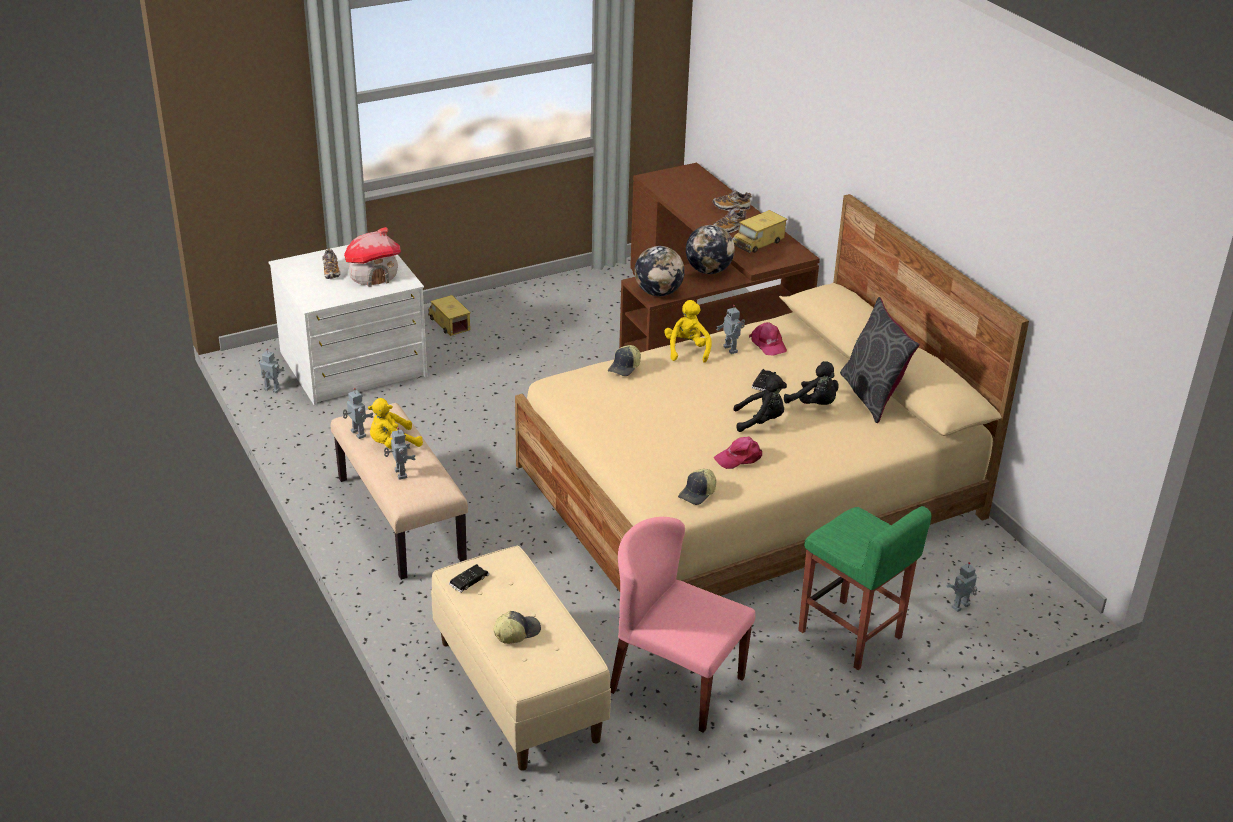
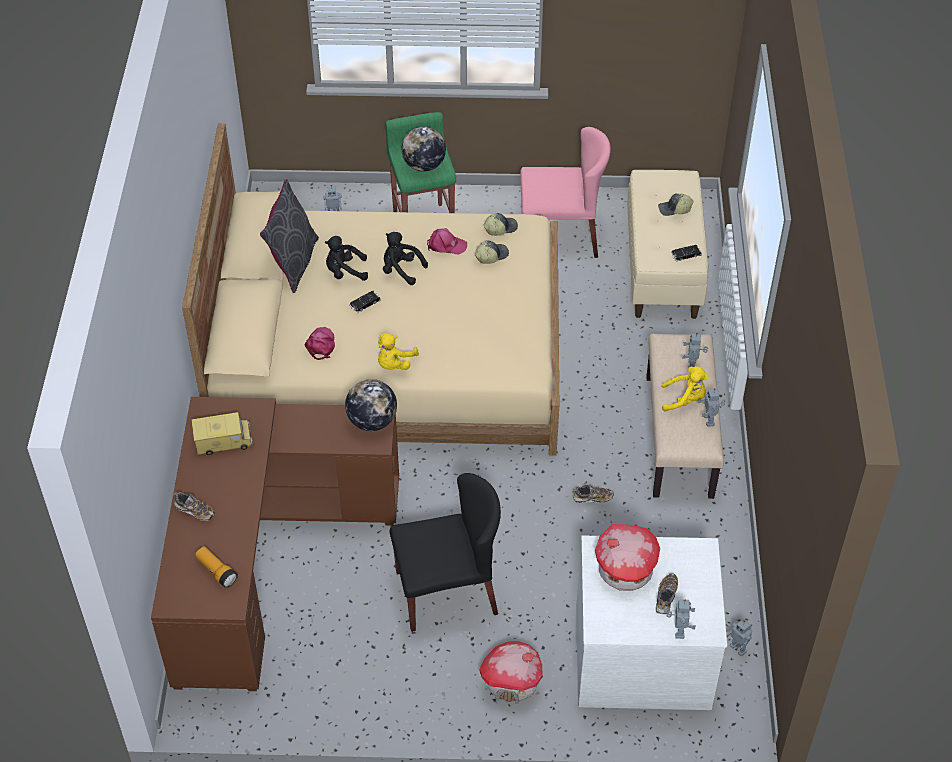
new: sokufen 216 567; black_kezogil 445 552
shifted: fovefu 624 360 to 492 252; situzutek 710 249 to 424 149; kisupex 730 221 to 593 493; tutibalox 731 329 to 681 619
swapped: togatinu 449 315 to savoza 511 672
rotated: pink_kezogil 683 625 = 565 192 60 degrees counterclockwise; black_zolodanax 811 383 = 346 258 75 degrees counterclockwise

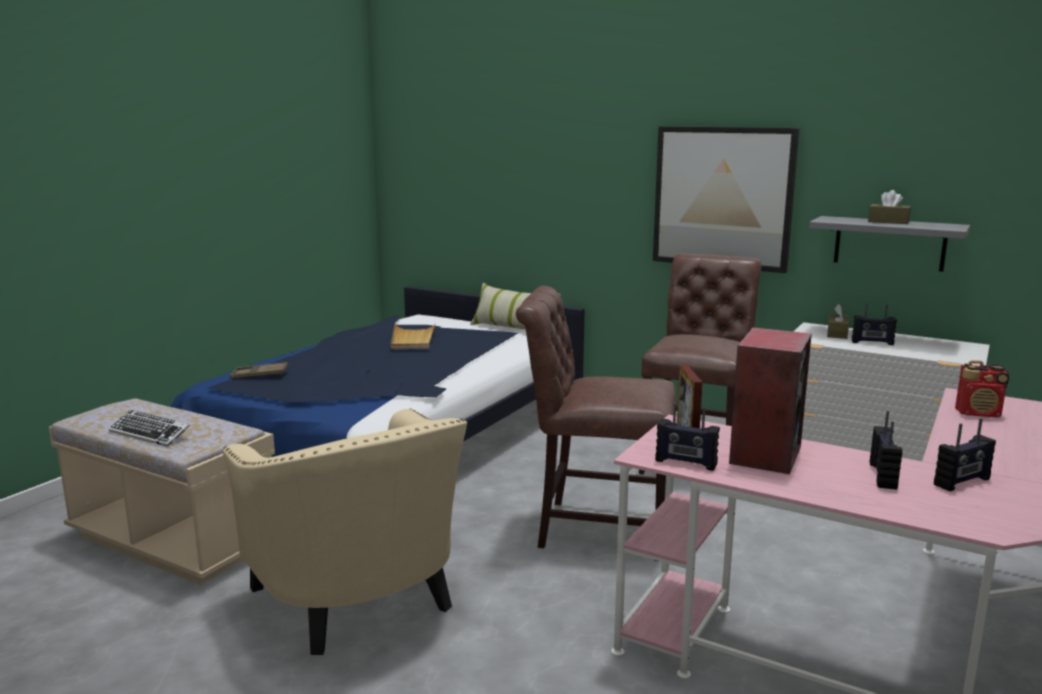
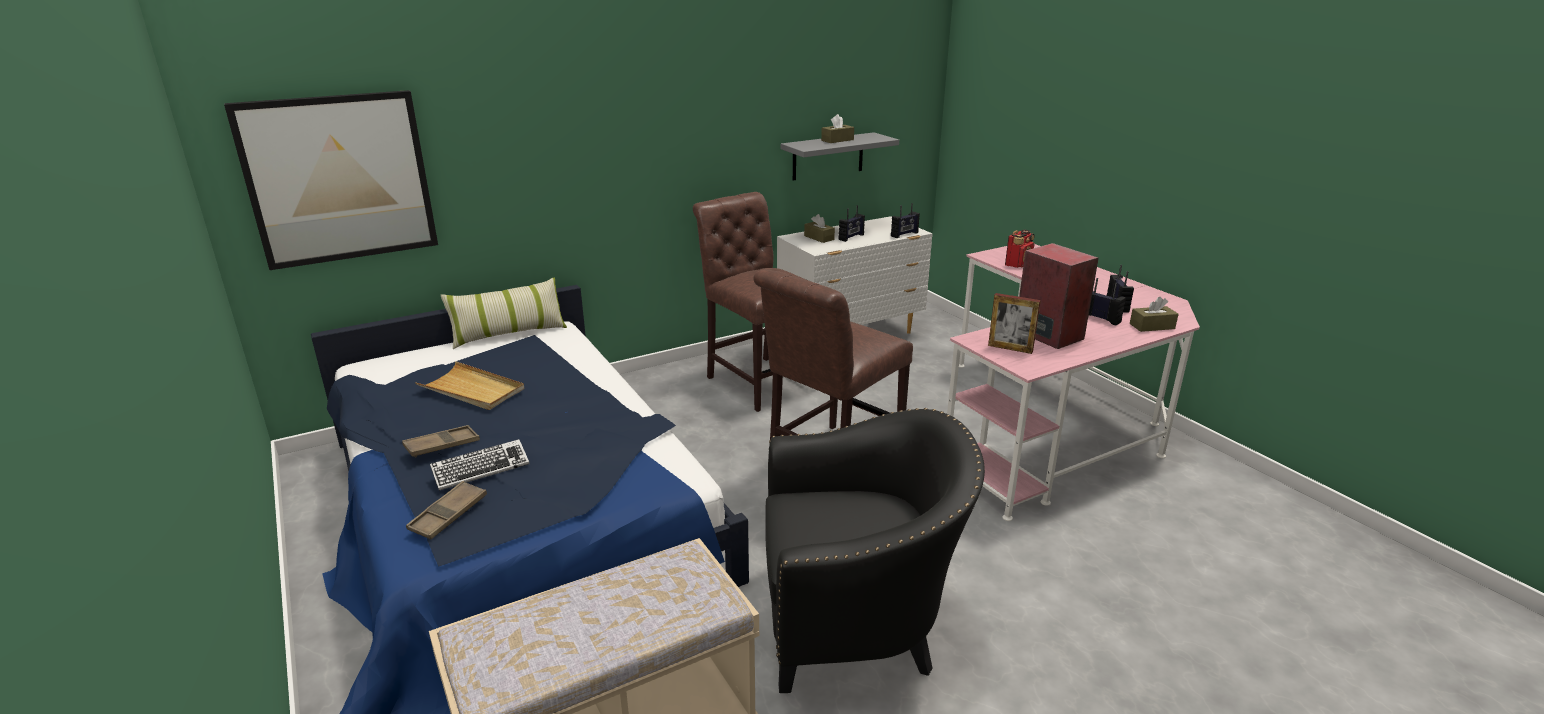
new: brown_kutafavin 441 441; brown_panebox 1154 314
shifted: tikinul 149 428 to 479 465; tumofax 726 199 to 331 180; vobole 687 437 to 905 220
repainted: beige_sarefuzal 345 531 to black_sarefuzal 875 550

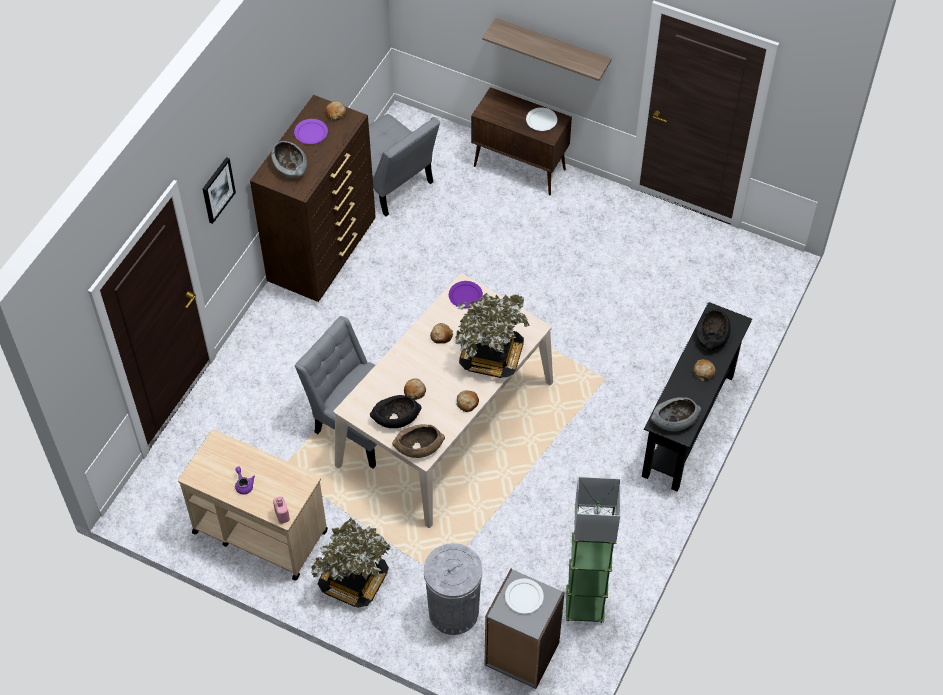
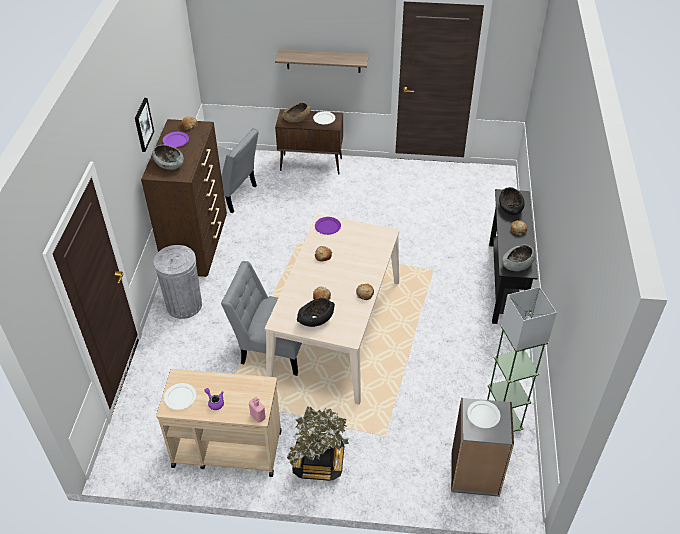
gone: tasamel 492 335
new: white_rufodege 180 396
shifted: tumofax 219 190 to 144 125; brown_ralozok 418 441 to 296 112; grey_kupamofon 453 589 to 177 282

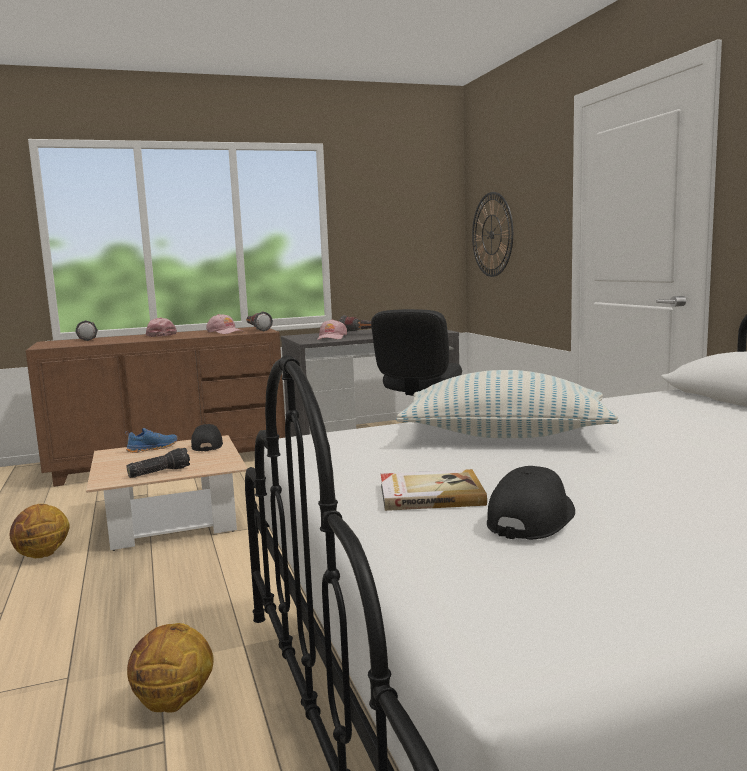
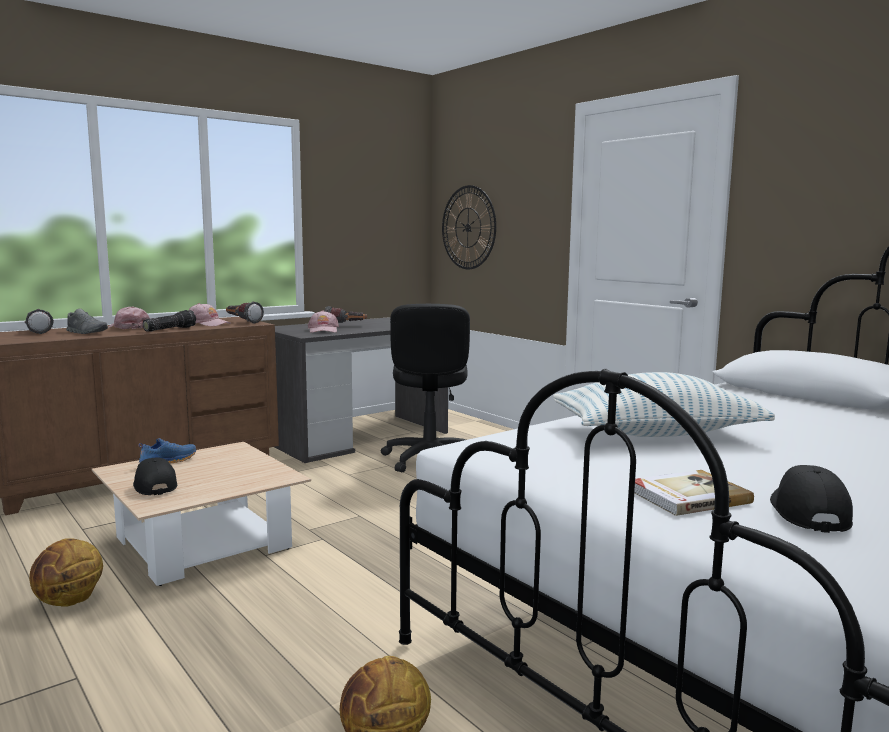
new: grey_kisupex 87 321
shifted: sokufen 158 463 to 169 321; black_fovefu 207 437 to 155 476

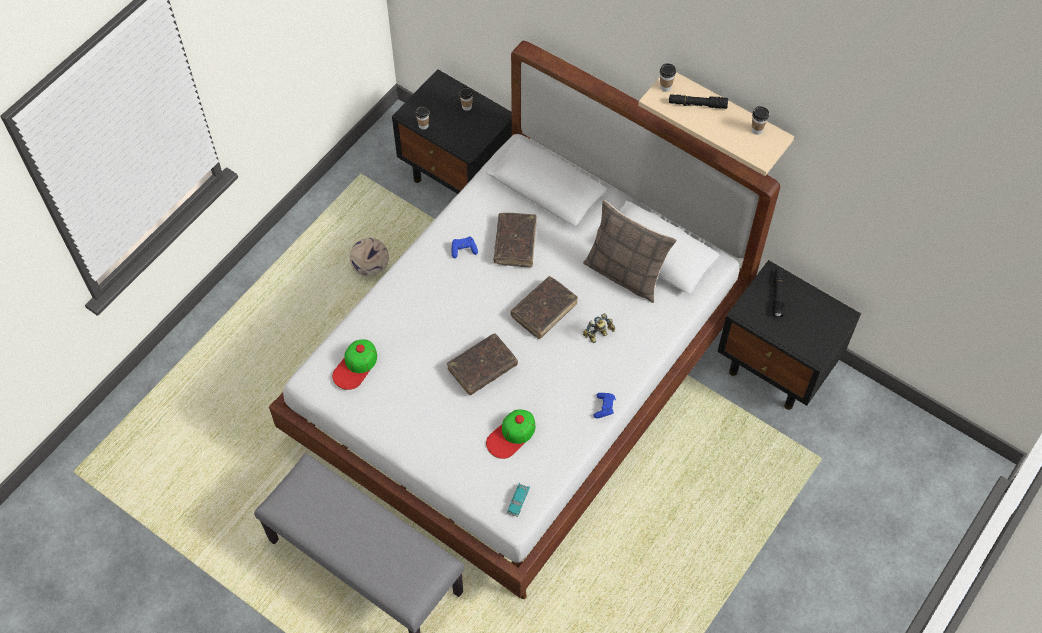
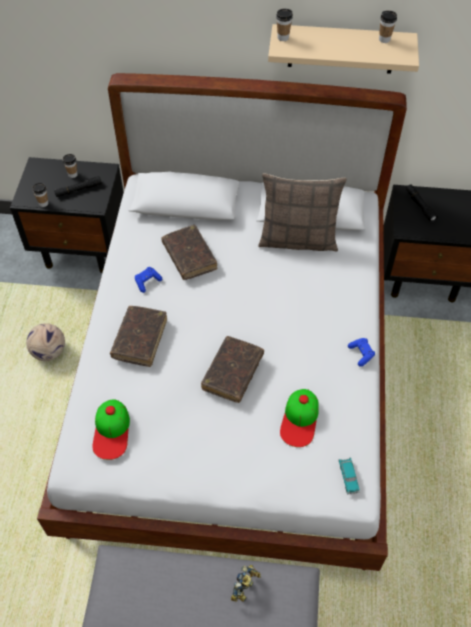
shifted: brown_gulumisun 544 307 to 138 336; tutibalox 599 328 to 246 583; black_sokufen 698 101 to 78 186

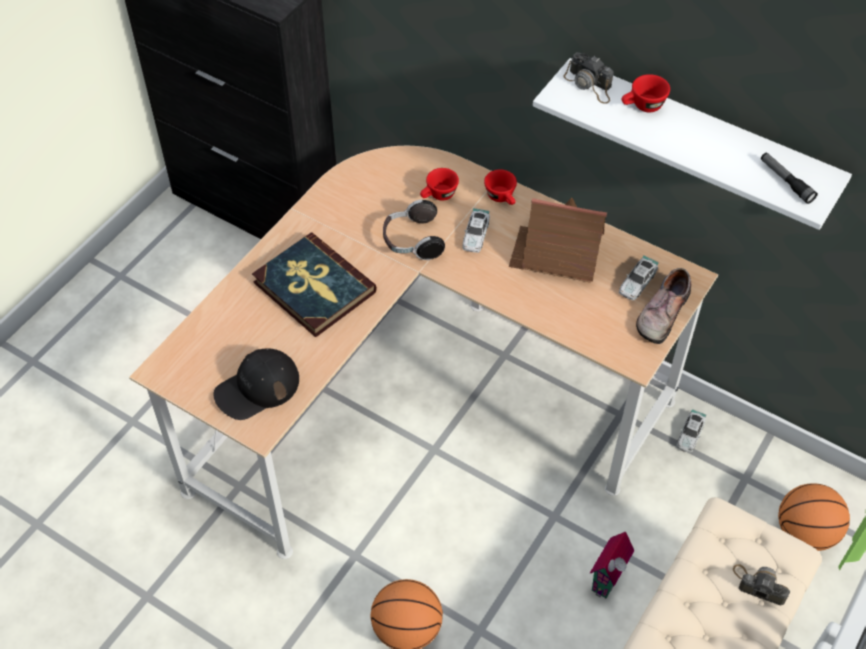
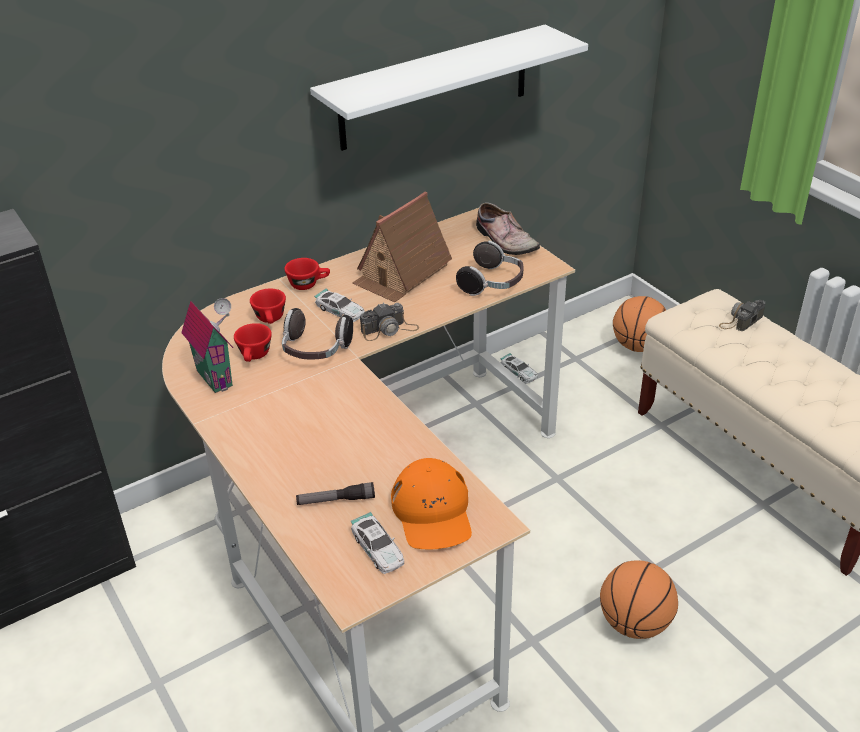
gone: gulumisun 314 285
new: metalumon 490 268
shifted: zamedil 589 78 to 389 321; savoza 612 565 to 207 345; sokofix 639 278 to 377 543; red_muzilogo 646 93 to 253 342; sokufen 789 178 to 335 493
repainted: black_fovefu 256 384 to orange_fovefu 431 503

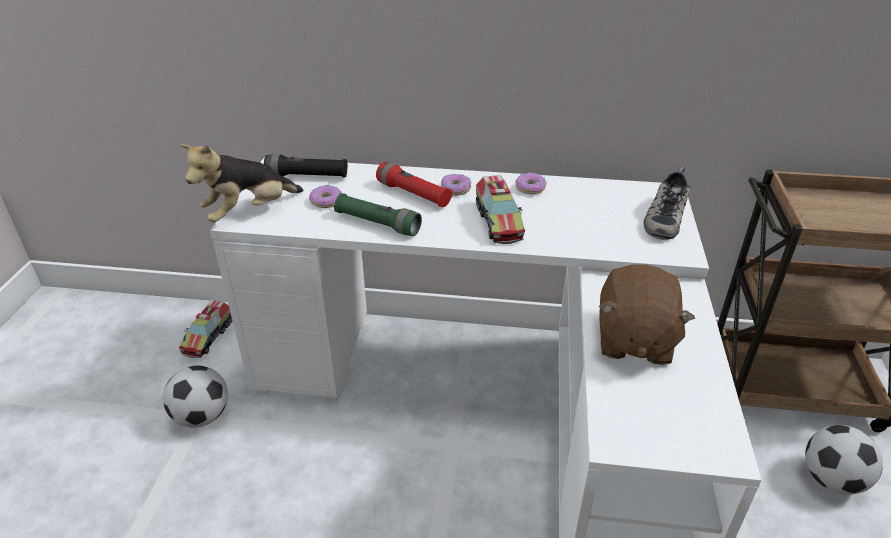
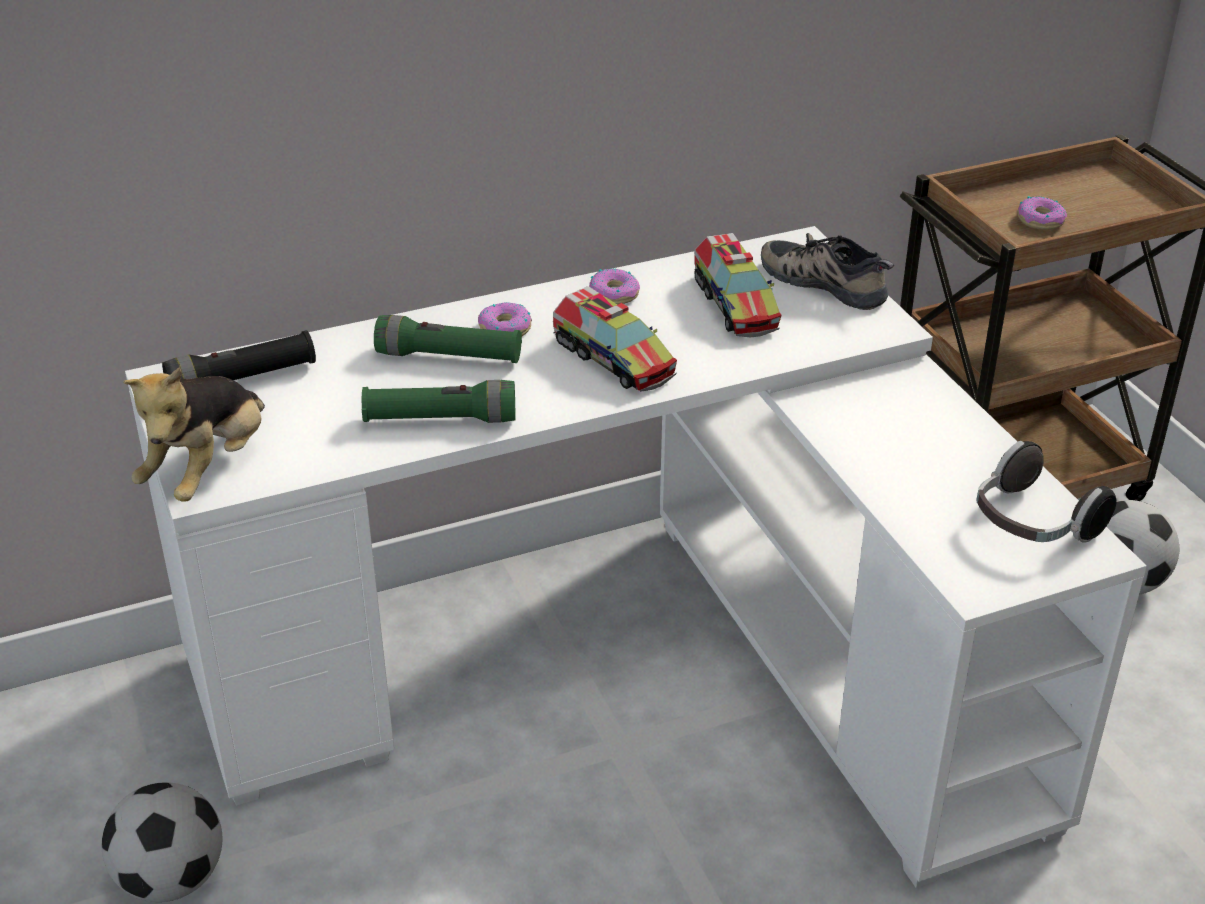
gone: brown_zolodanax 647 314
new: metalumon 1046 492
shifted: togatinu 205 329 to 737 285; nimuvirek 325 196 to 1042 212
repainted: red_sokufen 414 184 to green_sokufen 448 339
rotated: kisupex 667 203 = 827 271 135 degrees clockwise

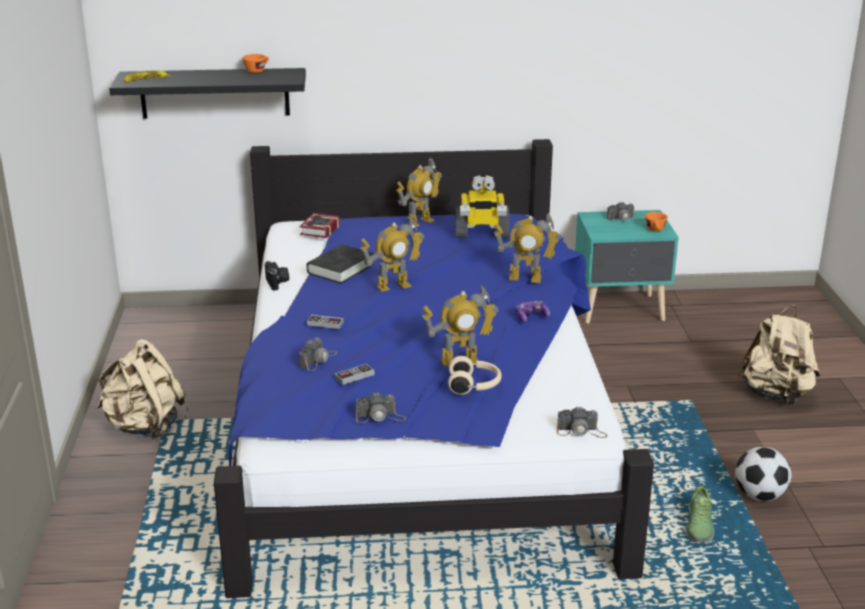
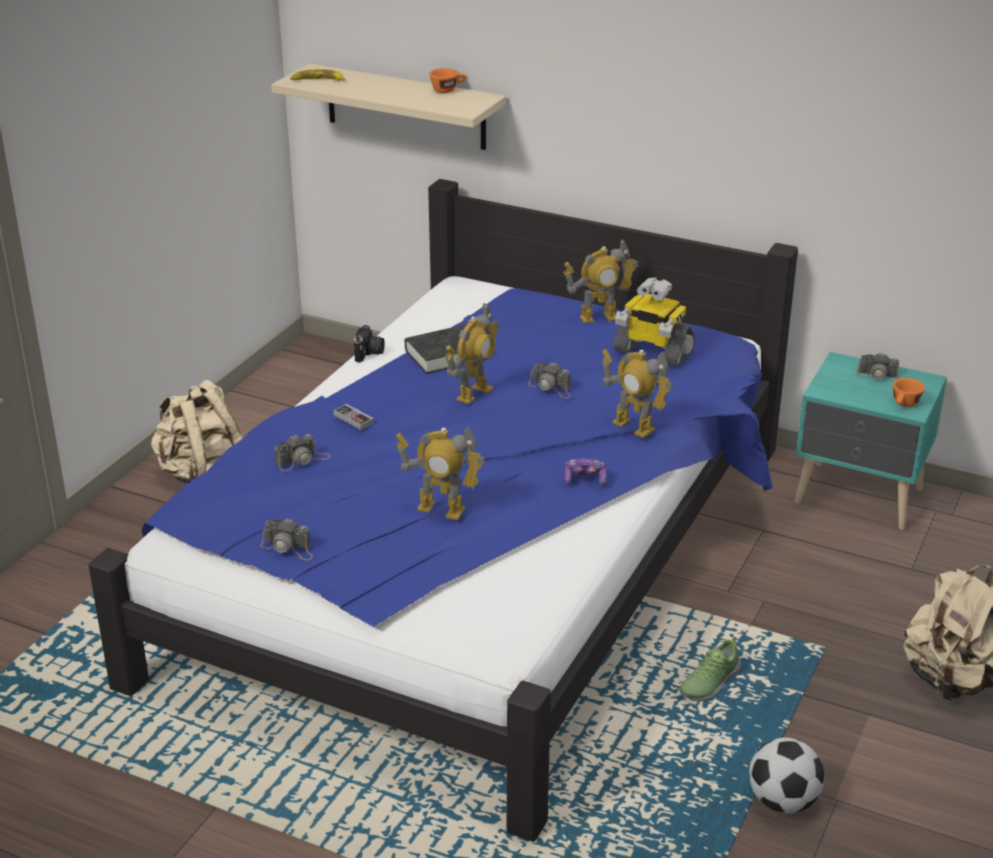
gone: gulumisun 319 225; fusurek 354 374; beige_metalumon 475 375
shifted: zamedil 582 422 to 549 380; kisupex 699 512 to 710 669
repainted: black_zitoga 207 93 to beige_zitoga 388 107
rotated: tutibalox 392 253 = 472 353 60 degrees counterclockwise

